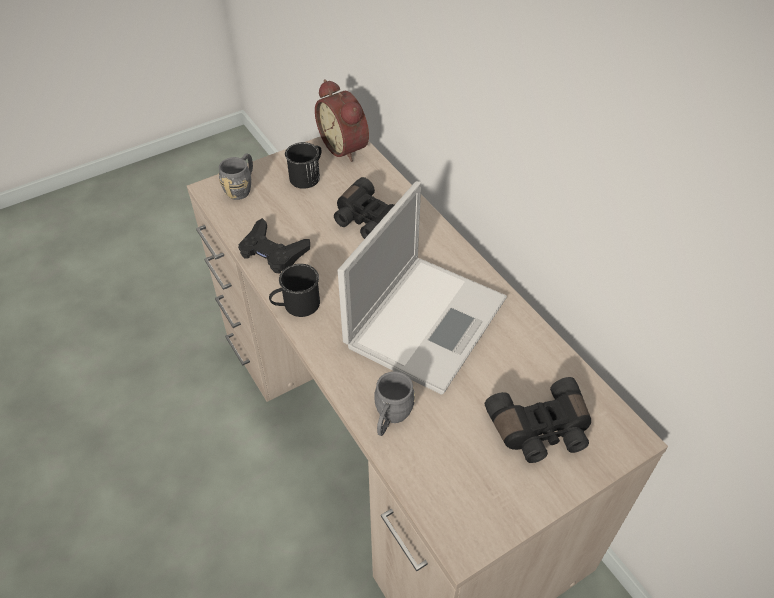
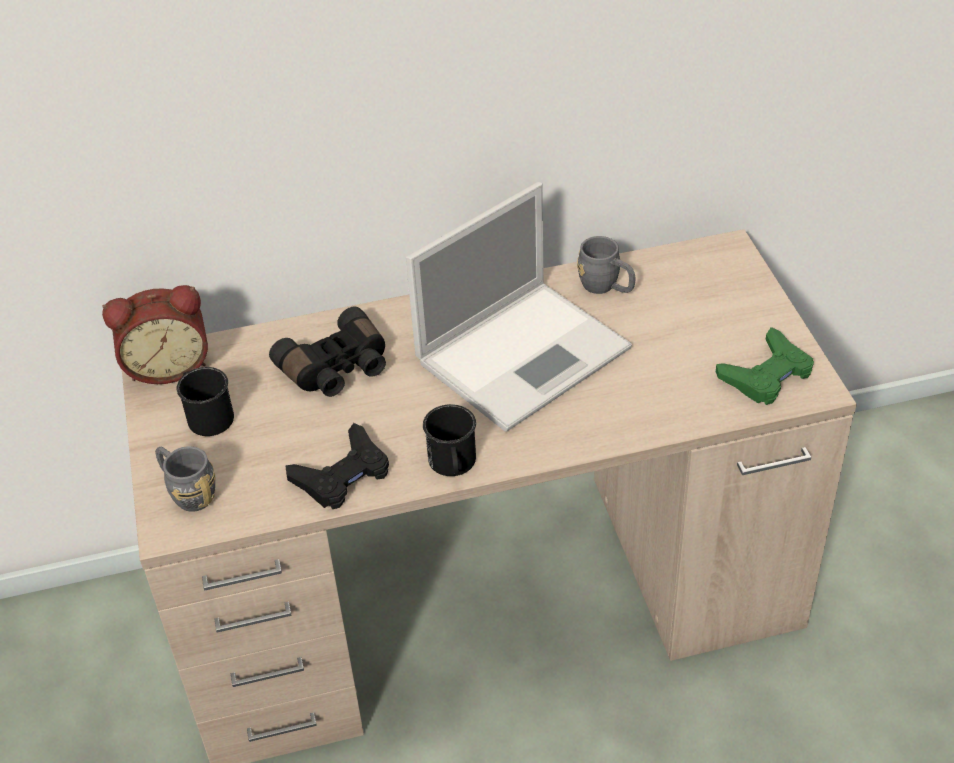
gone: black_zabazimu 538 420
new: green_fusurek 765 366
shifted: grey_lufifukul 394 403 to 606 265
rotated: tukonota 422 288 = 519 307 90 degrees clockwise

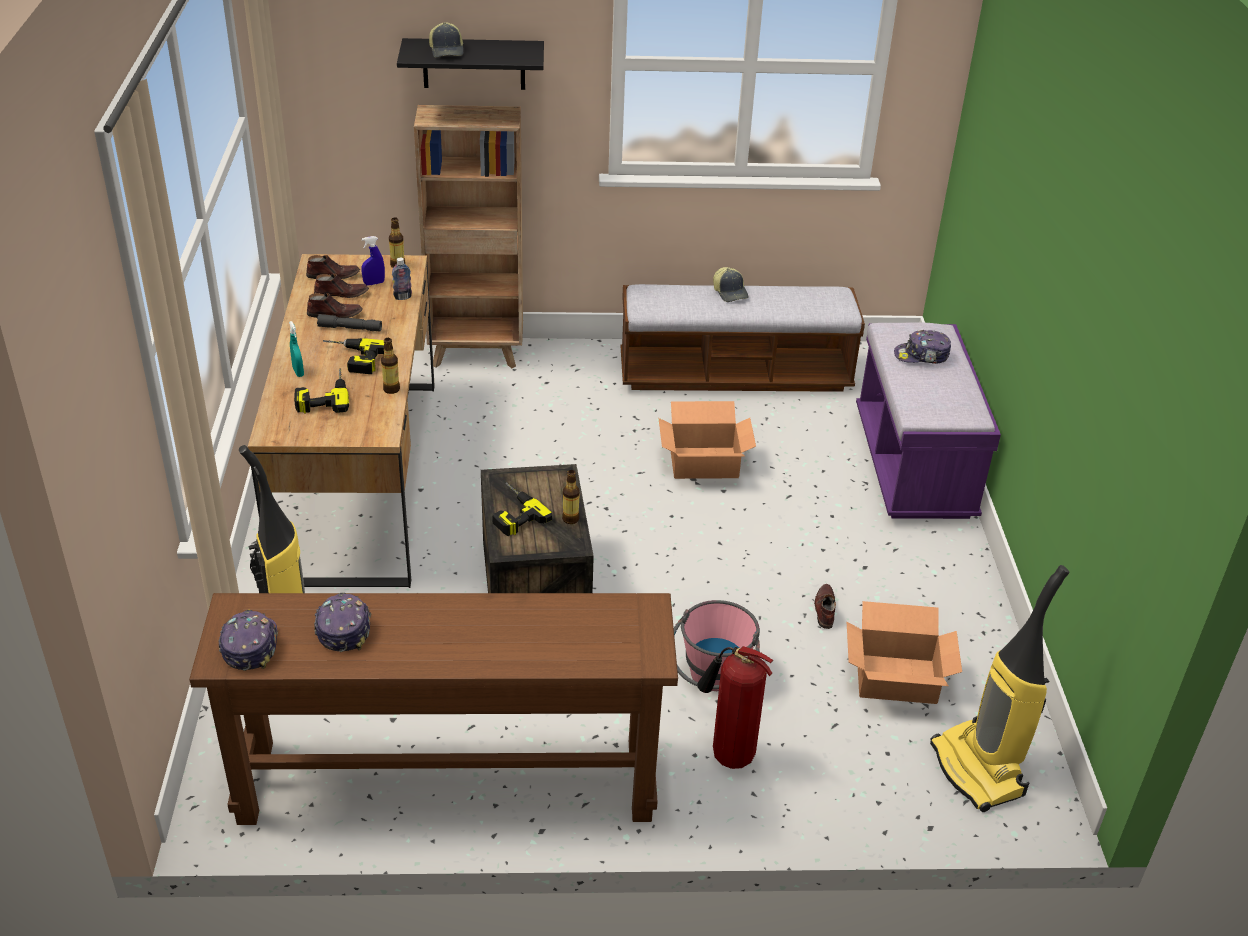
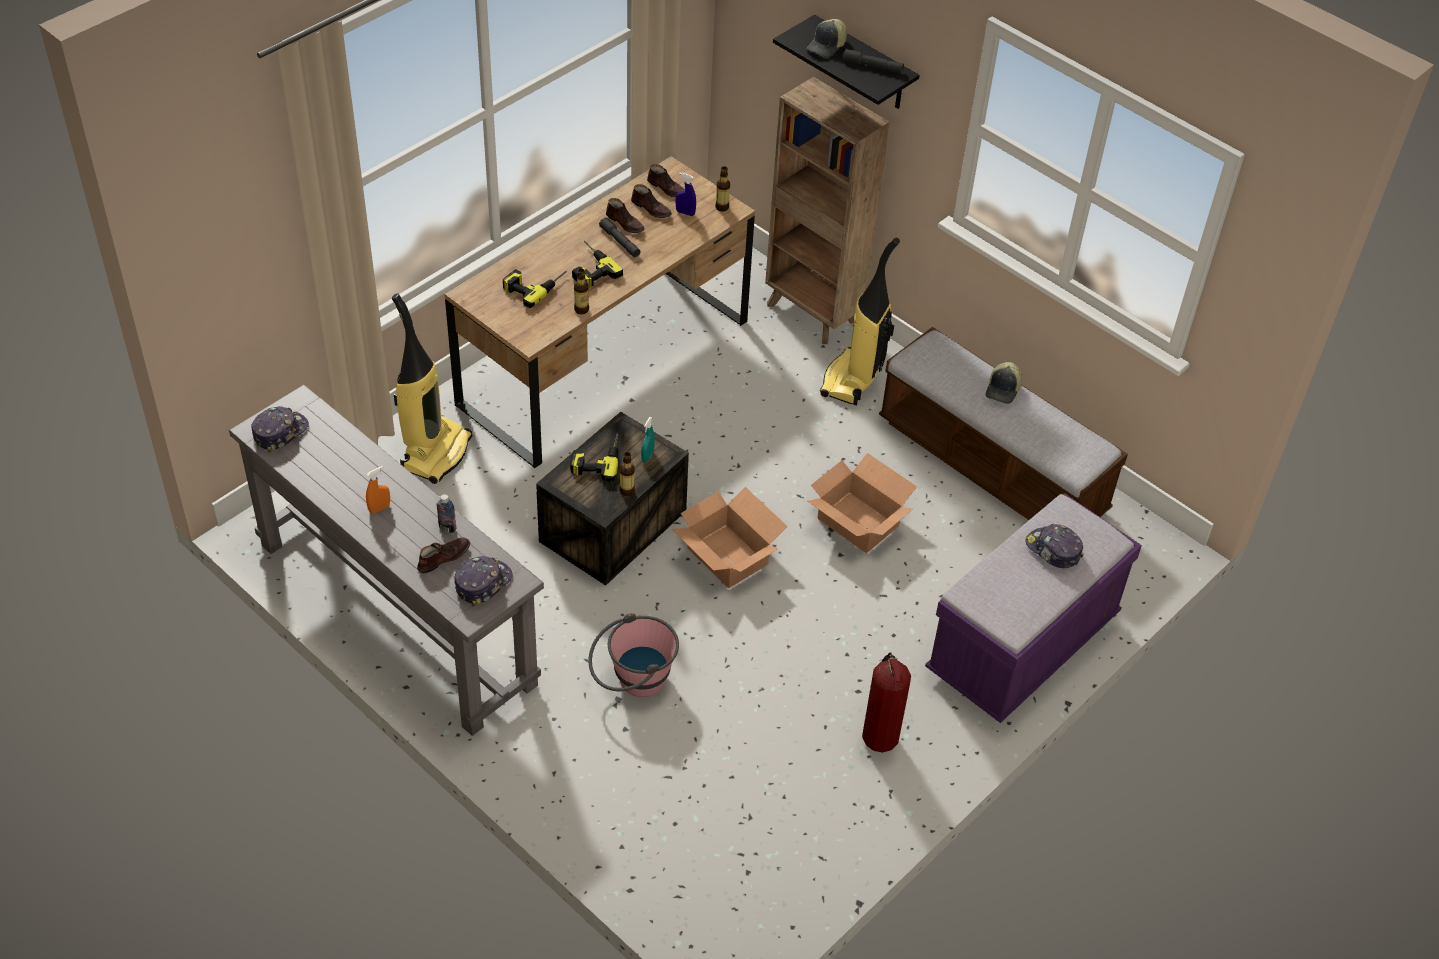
new: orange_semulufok 378 490; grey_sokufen 873 61
shifted: turquoise_semulufok 296 349 to 648 439; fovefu 342 622 to 483 581; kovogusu 402 279 to 446 513; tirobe 735 707 to 886 702; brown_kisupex 825 606 to 443 555; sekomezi 904 652 to 730 537; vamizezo 999 688 to 860 321
repainted: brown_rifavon 433 709 to grey_rifavon 386 560

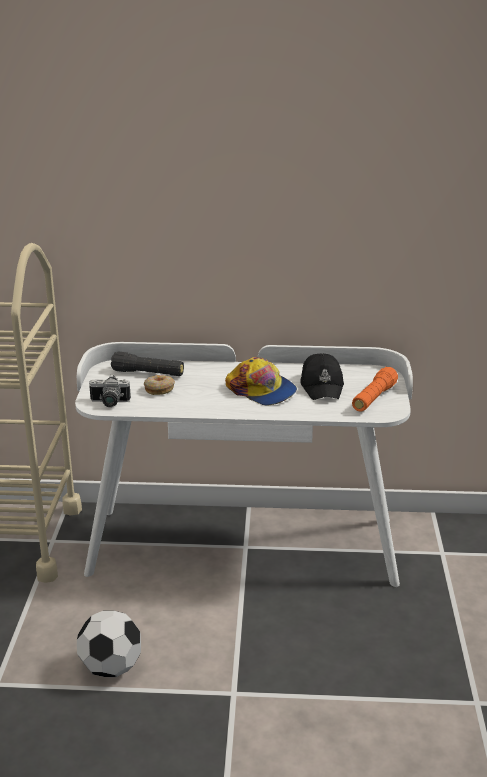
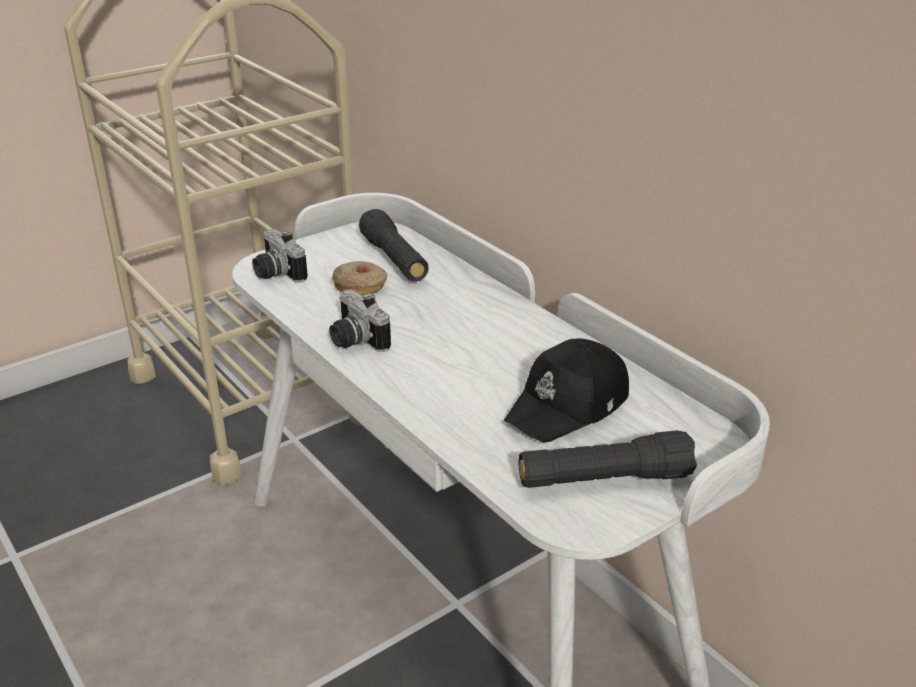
gone: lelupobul 109 643; fovefu 261 381
new: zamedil 360 320
repainted: orange_sokufen 375 389 to black_sokufen 608 459

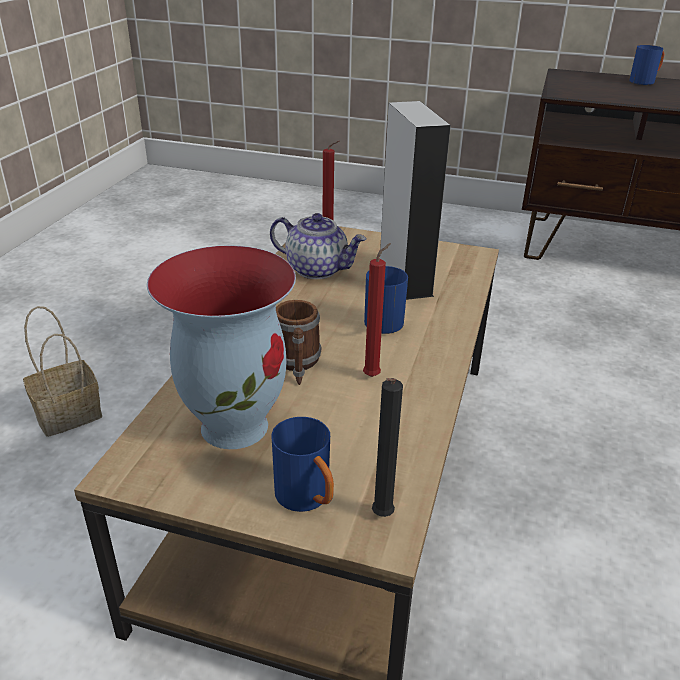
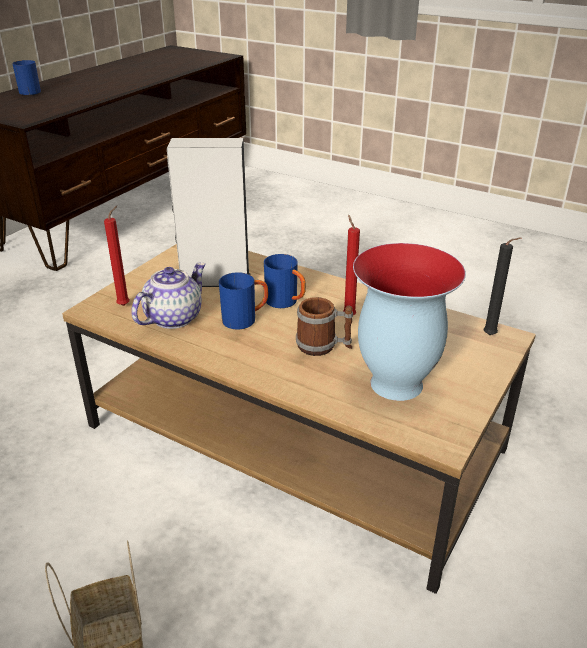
shifted: blue_lufifukul 302 464 to 243 301

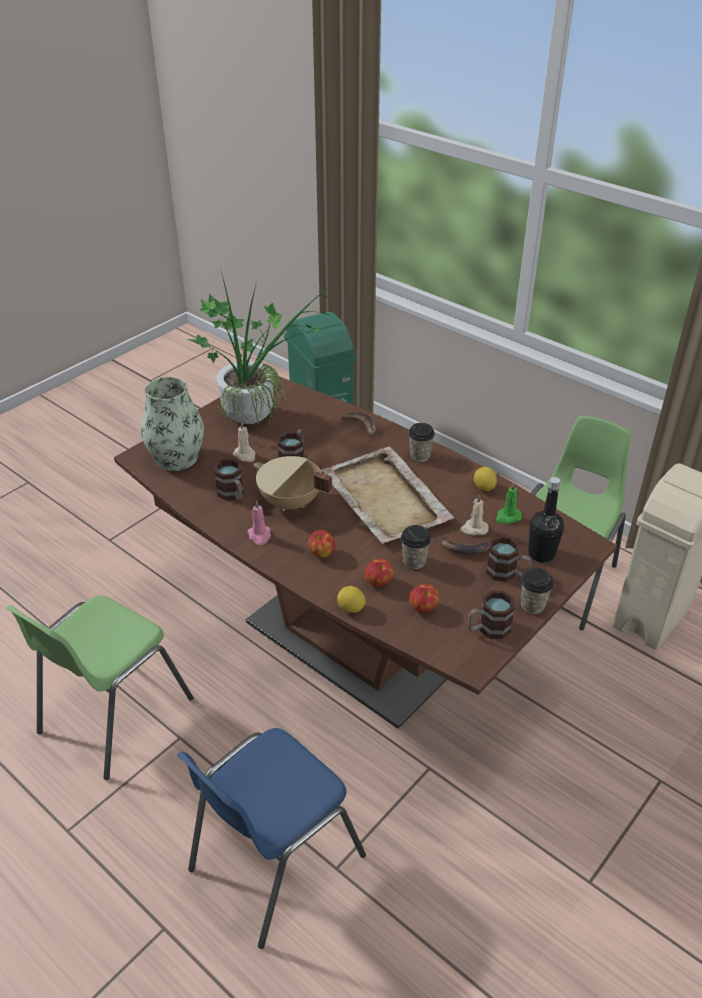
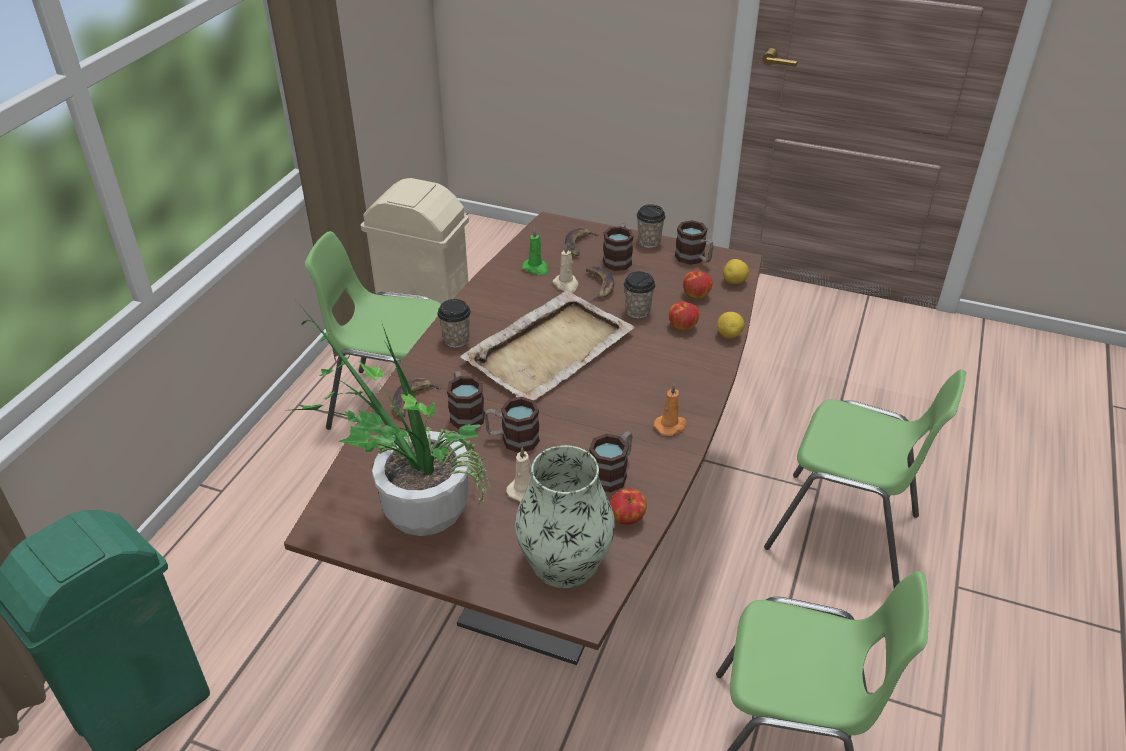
gone: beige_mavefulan 293 483
new: lufifukul 466 400
shifted: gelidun 321 544 to 628 506; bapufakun 485 479 to 736 271
swapped: black_kovogusu 546 519 to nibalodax 582 242
repainted: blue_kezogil 271 838 to green_kezogil 865 478; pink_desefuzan 259 522 to orange_desefuzan 670 410

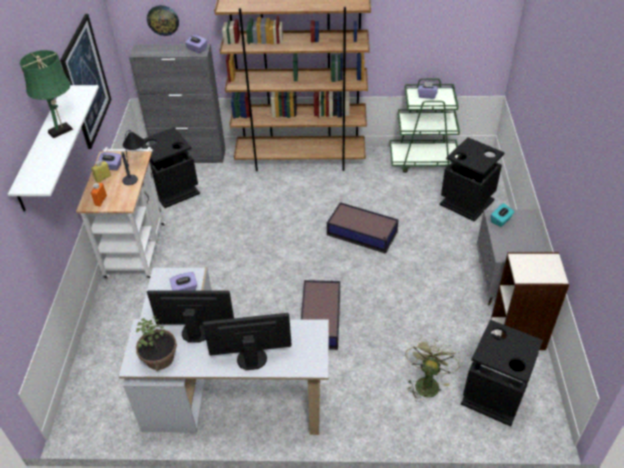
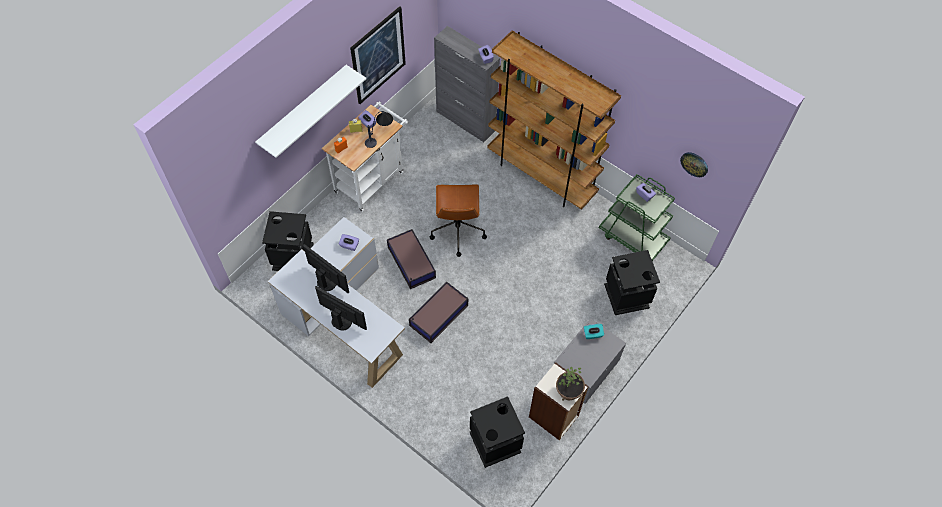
gone: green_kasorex 46 94; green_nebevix 432 370
new: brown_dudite 458 220
shifted: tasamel 156 343 to 570 383; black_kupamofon 171 167 to 288 241; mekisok 163 20 to 694 164; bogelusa 363 228 to 411 259

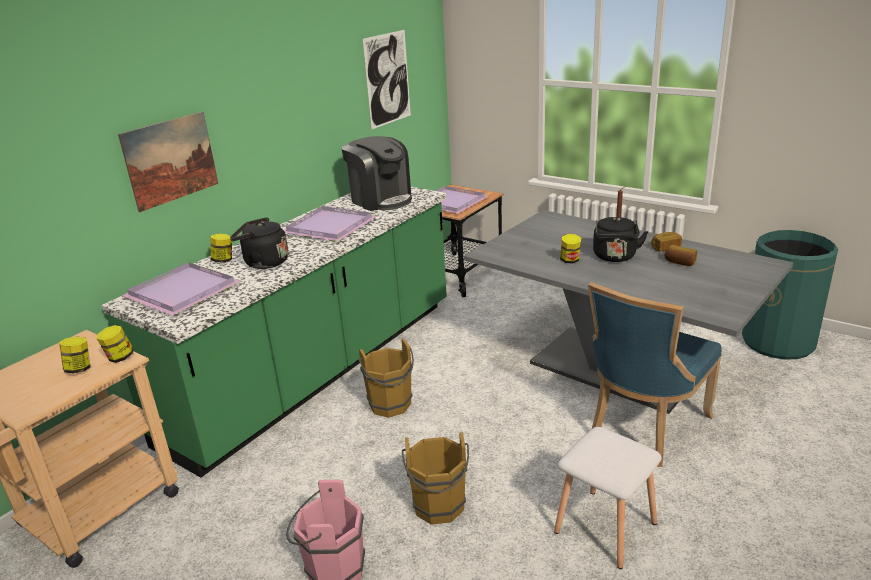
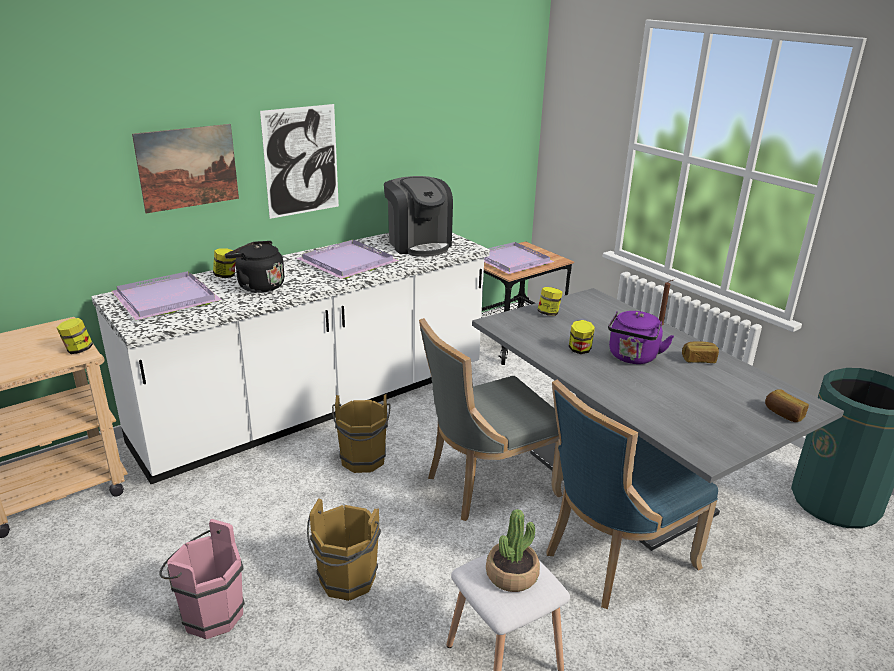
new: grey_kezogil 491 419; tasamel 513 550
shifted: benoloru 74 355 to 550 301; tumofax 386 80 to 299 161; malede 680 255 to 787 405
repainted: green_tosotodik 274 332 to white_tosotodik 290 358; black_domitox 620 239 to purple_domitox 641 337

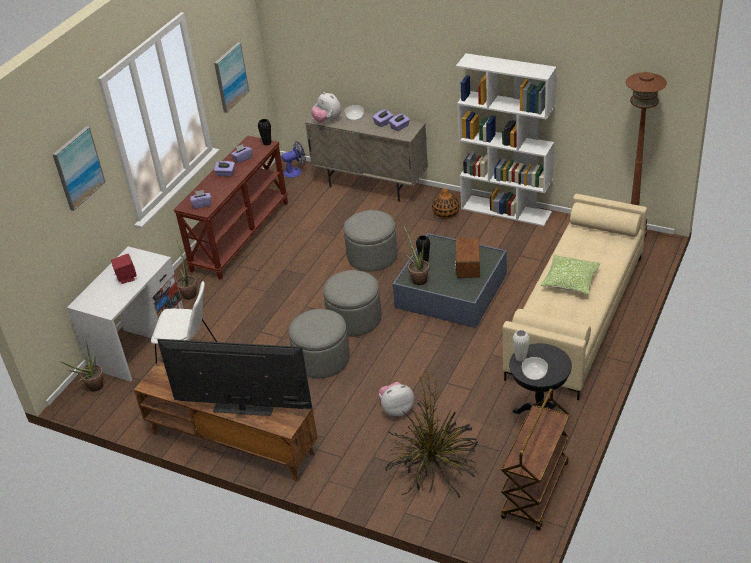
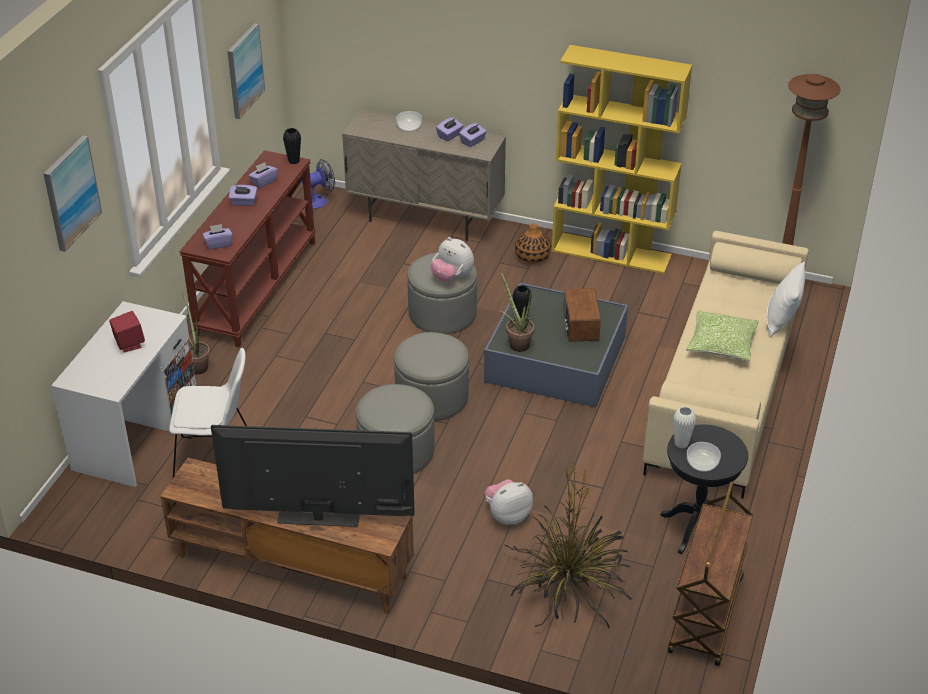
gone: tasamel 81 366
new: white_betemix 786 299
shifted: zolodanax 326 107 to 452 259
repainted: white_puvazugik 506 139 to yellow_puvazugik 622 159

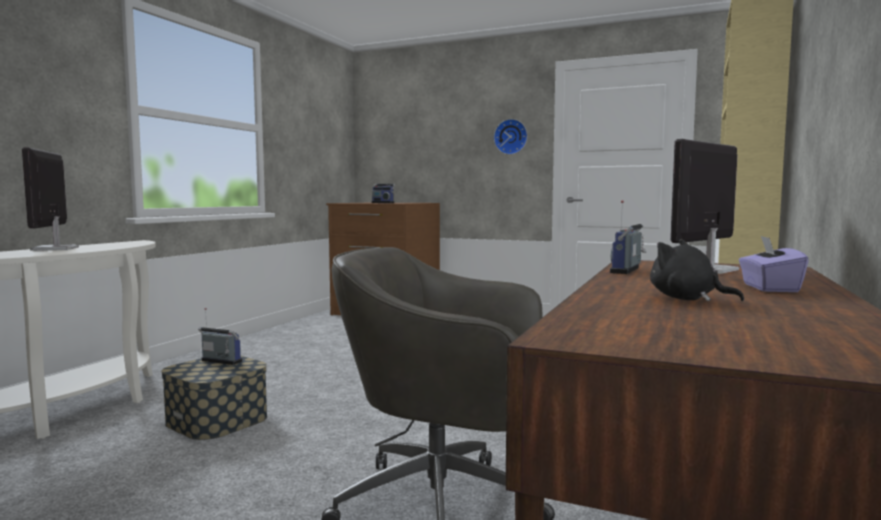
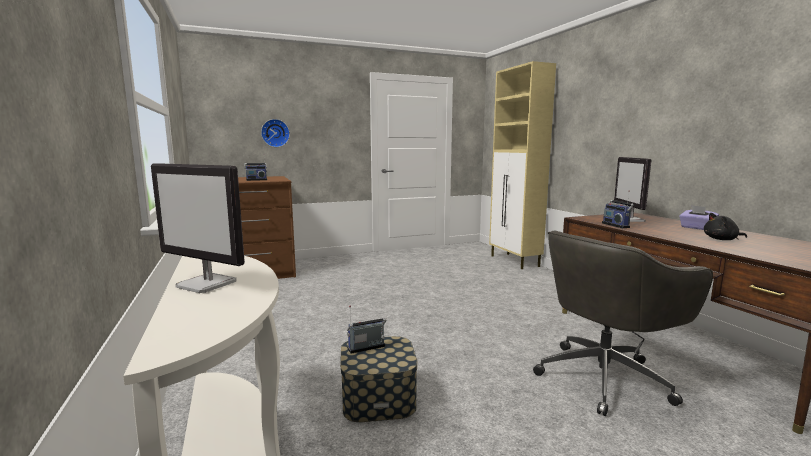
shifted: mekisok 511 137 to 275 133

